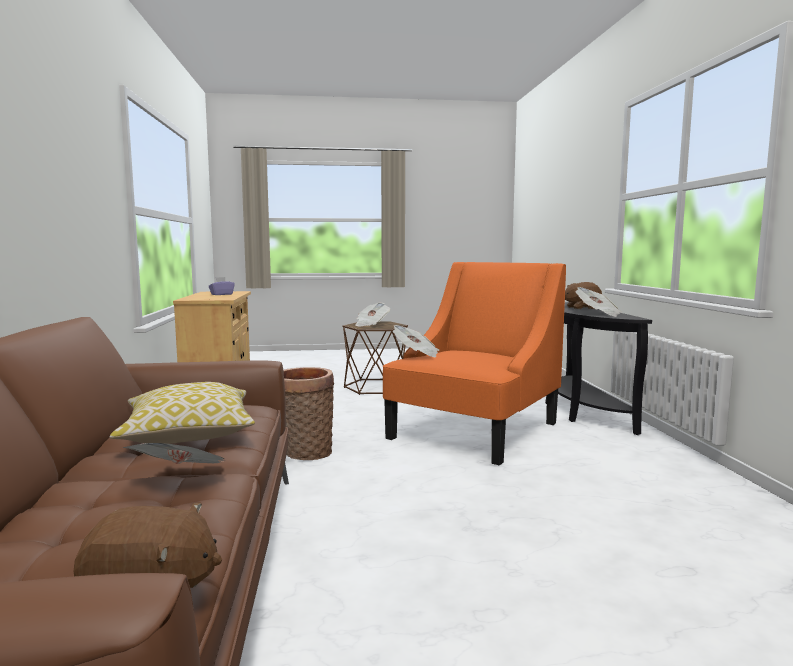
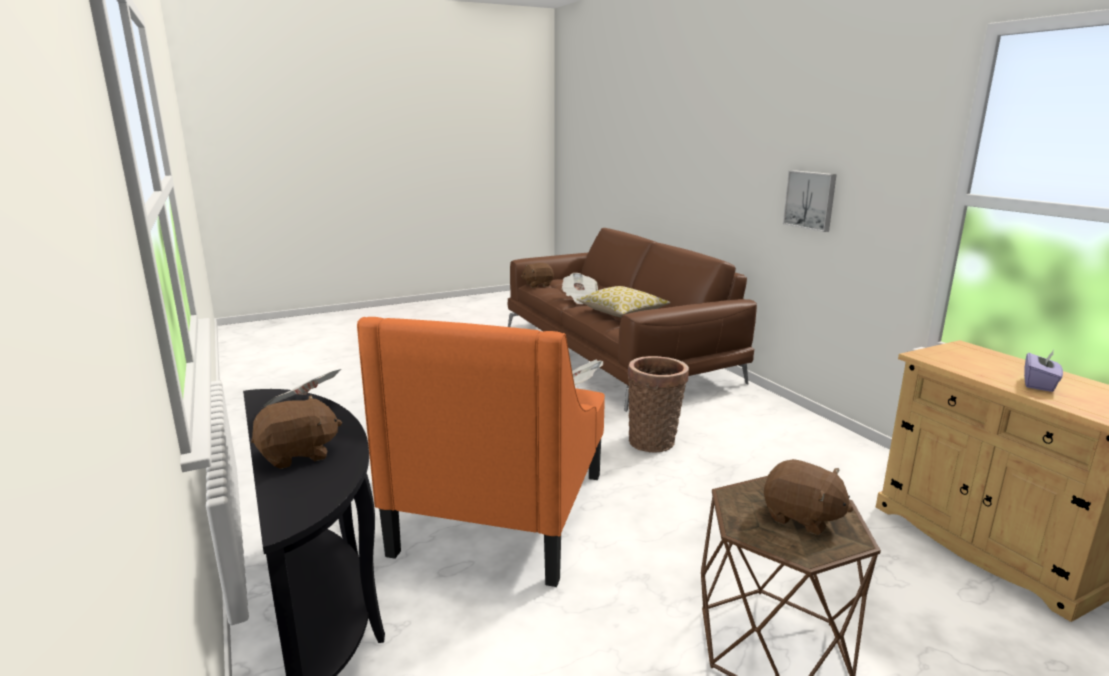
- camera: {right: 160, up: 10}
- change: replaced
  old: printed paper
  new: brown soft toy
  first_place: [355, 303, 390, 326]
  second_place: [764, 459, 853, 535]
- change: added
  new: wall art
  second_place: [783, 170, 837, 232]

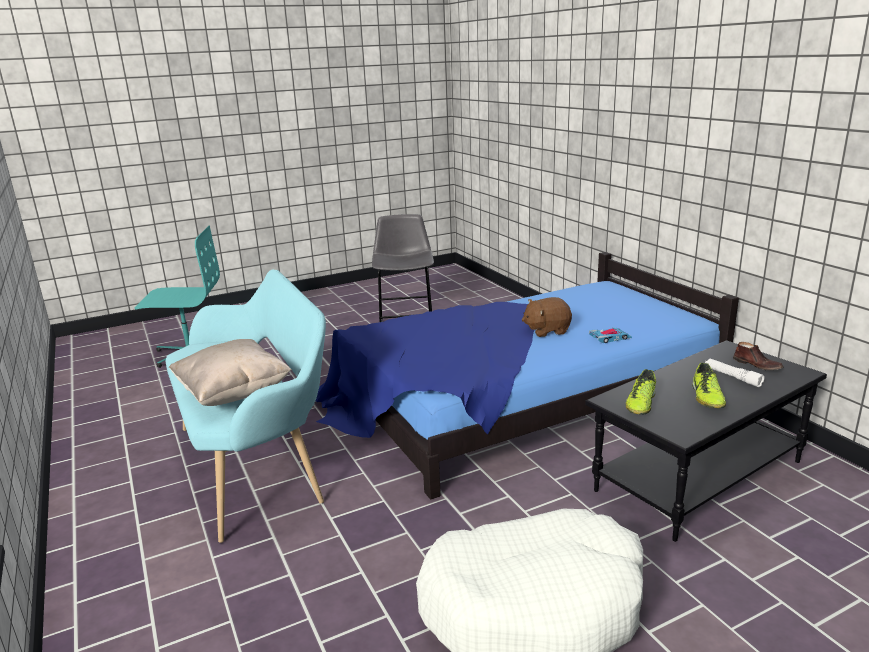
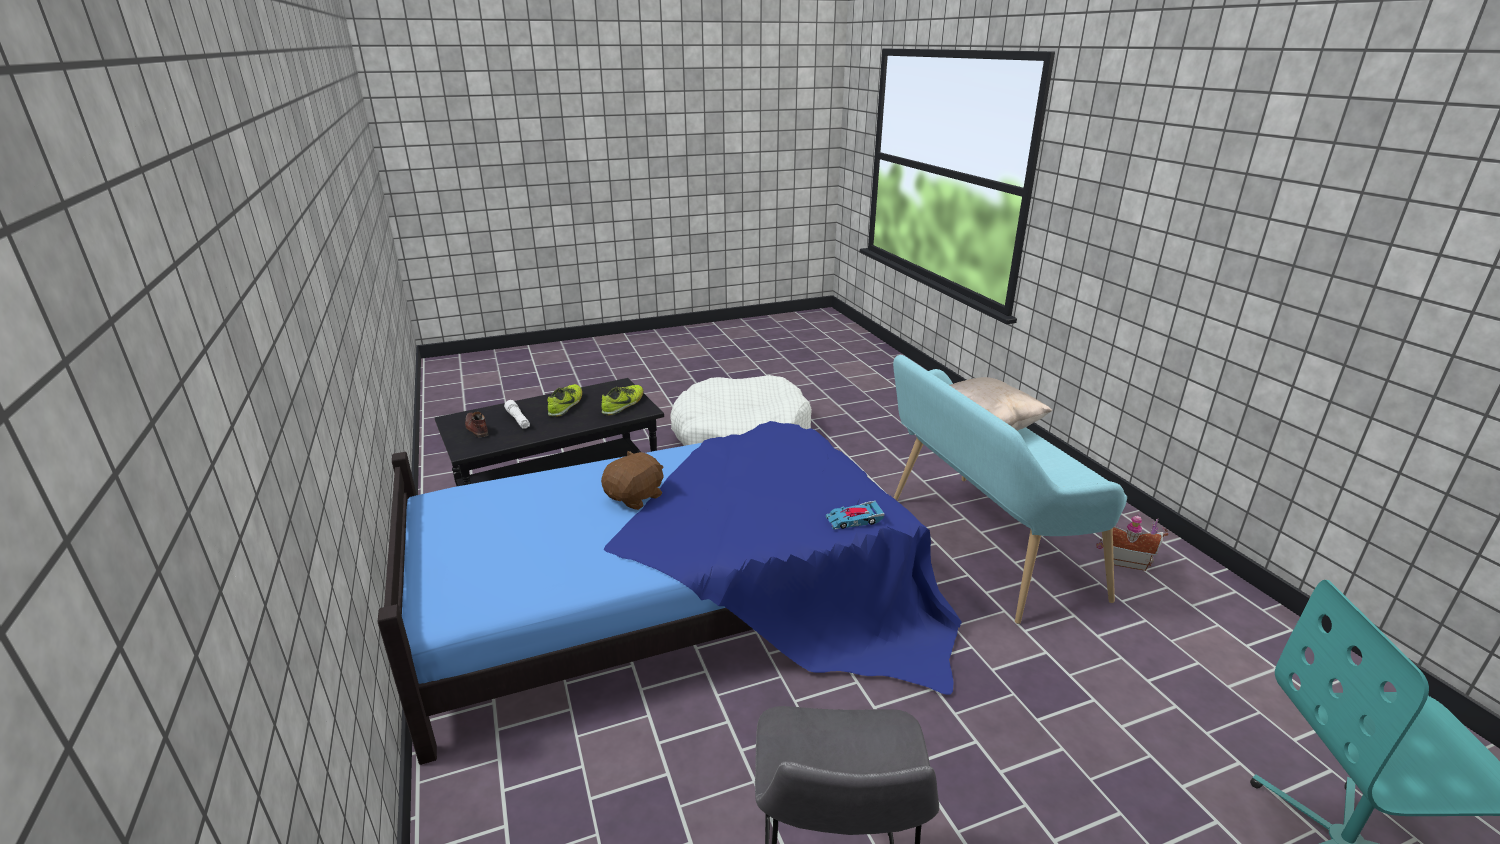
- camera: {right: -175, up: 5}
- change: turned
  old: brown soft toy
  first_place: [522, 297, 572, 337]
  second_place: [601, 451, 664, 510]
  degrees: -45
- change: moved
  old: toy car
  first_place: [589, 327, 632, 343]
  second_place: [826, 501, 884, 530]
- change: added
  new: miniature house
  second_place: [1097, 513, 1168, 571]

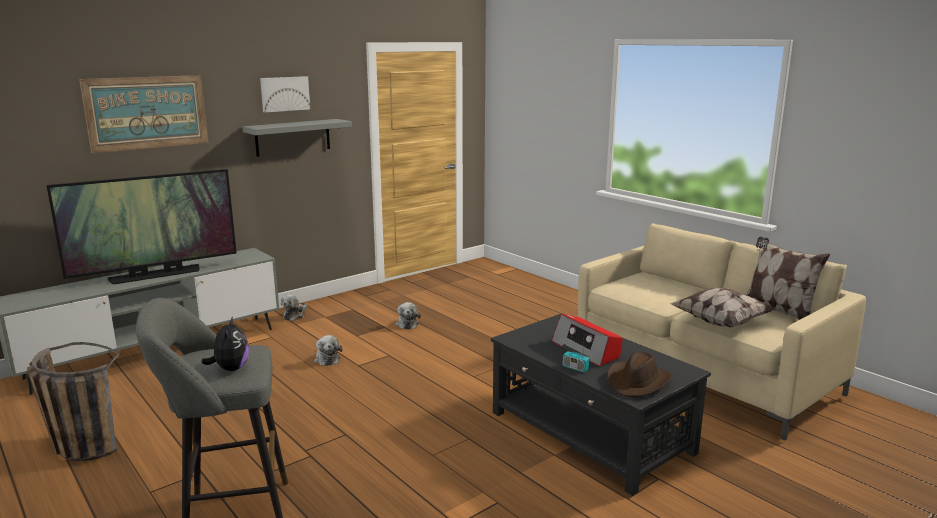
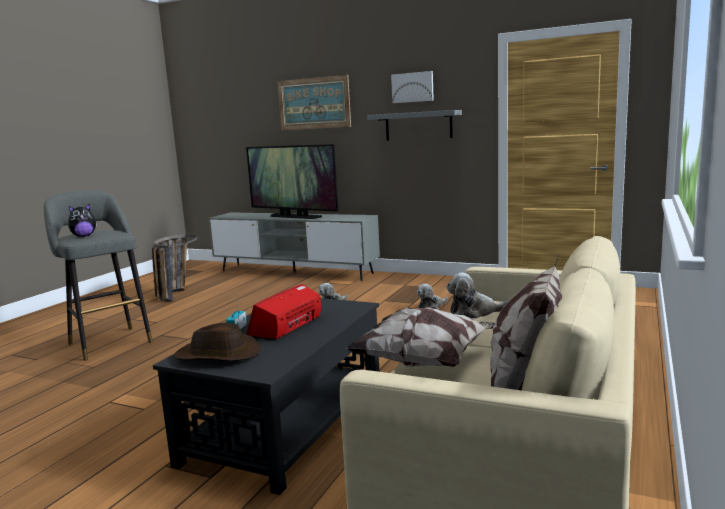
- camera: {right: 65, up: -5}
- change: moved
  old: soft toy
  first_place: [281, 294, 308, 321]
  second_place: [446, 273, 509, 319]

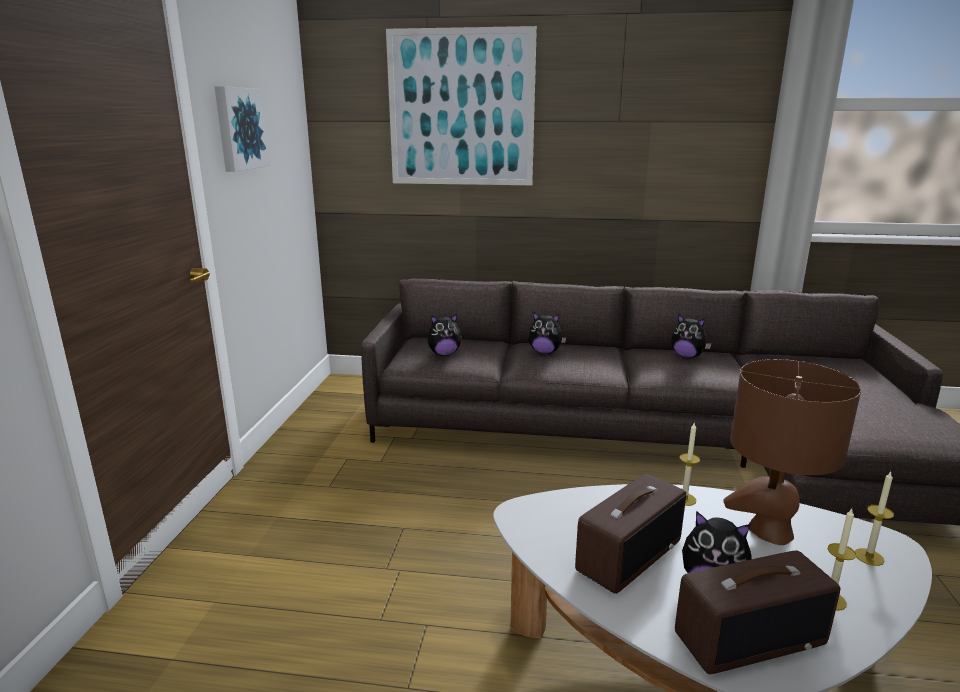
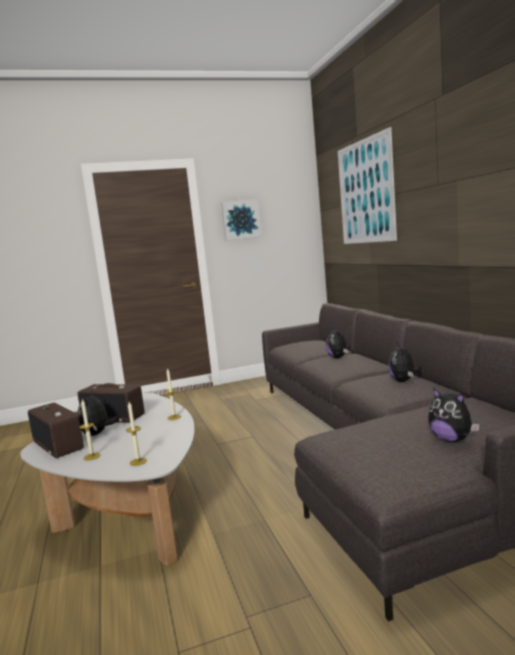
- camera: {right: 65, up: -10}
- change: moved
  old: soft toy
  first_place: [428, 314, 462, 356]
  second_place: [428, 388, 480, 442]
- change: removed
  old: brown lamp for a table
  first_place: [723, 359, 861, 545]

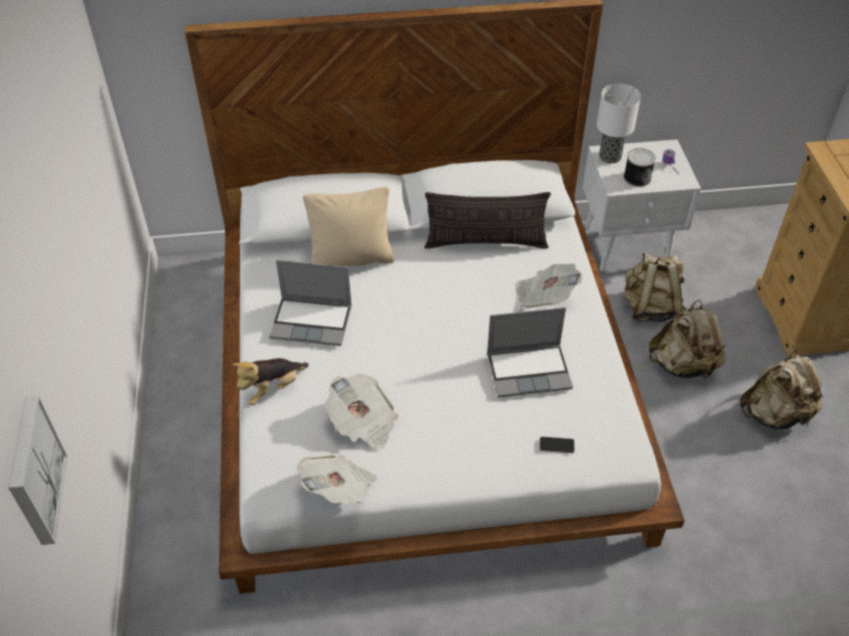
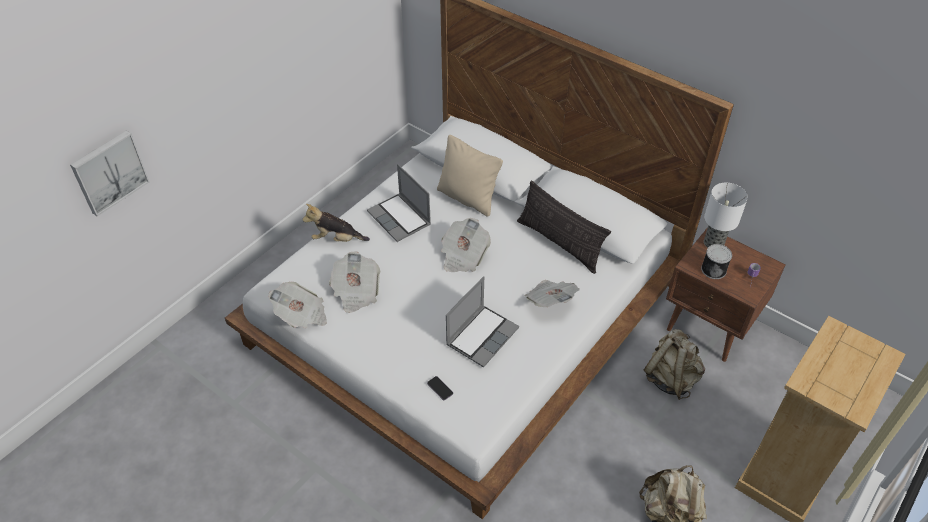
- camera: {right: 45, up: 0}
- change: recoloured
  old: white-coloured bedside table
  new: brown bedside table
  first_place: [583, 139, 701, 271]
  second_place: [666, 227, 786, 362]
- change: removed
  old: sand-coloured rucksack
  first_place: [649, 300, 726, 381]
- change: turned
  old: notebook computer
  first_place: [487, 307, 573, 397]
  second_place: [446, 276, 519, 368]
  degrees: -90
- change: added
  new: printed paper
  second_place: [441, 218, 491, 272]

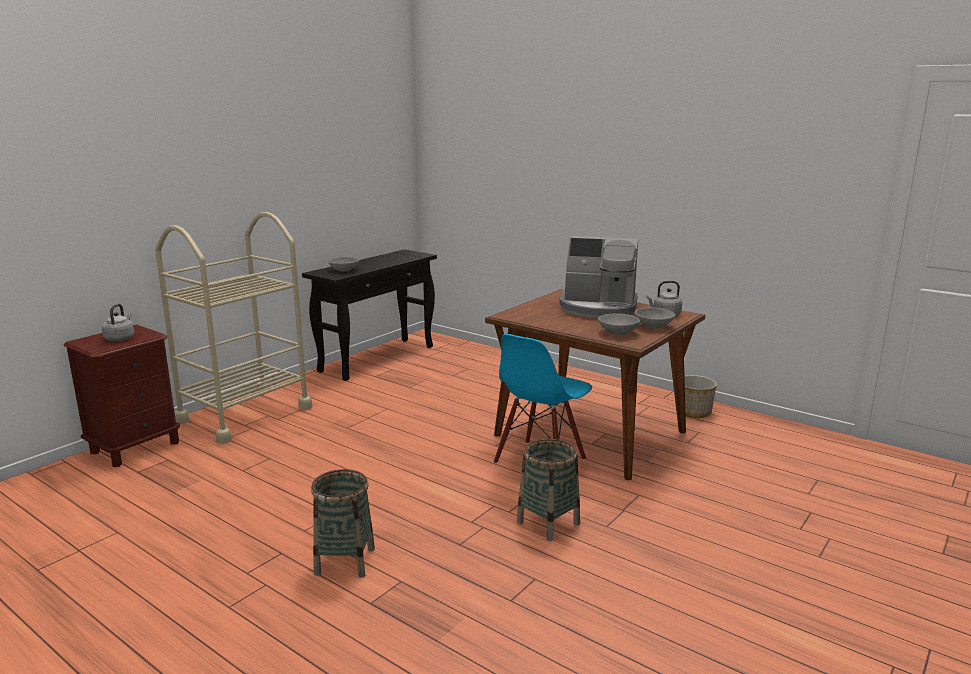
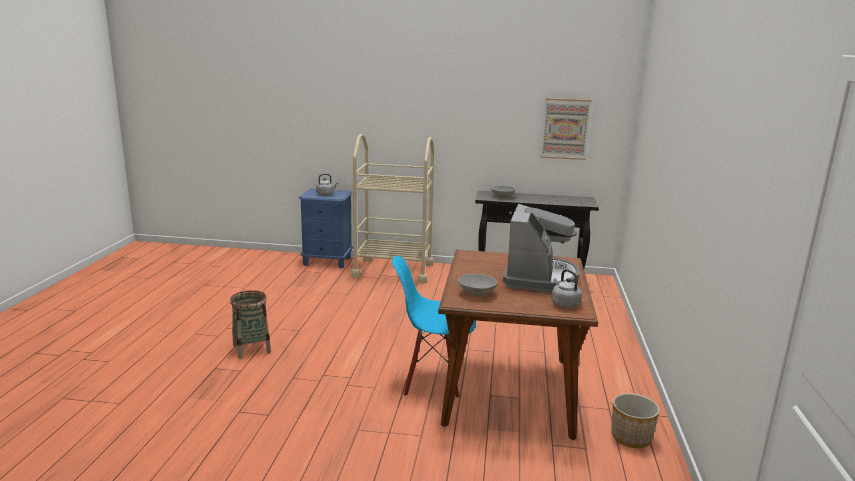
- camera: {right: 60, up: 0}
- change: turned
  old: coffee maker
  first_place: [559, 236, 638, 318]
  second_place: [503, 204, 579, 292]
  degrees: -150
- change: removed
  old: grey bowl
  first_place: [635, 308, 675, 329]
- change: recoloured
  old: brown bedside table
  new: bluish bedside table
  first_place: [64, 324, 180, 467]
  second_place: [299, 189, 353, 268]
- change: removed
  old: storage basket
  first_place: [517, 439, 580, 541]
- change: added
  new: wall art
  second_place: [540, 98, 592, 160]

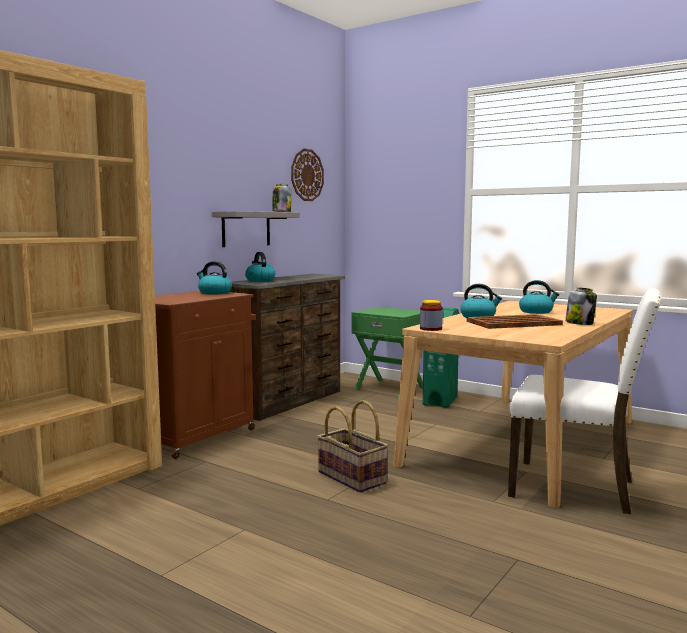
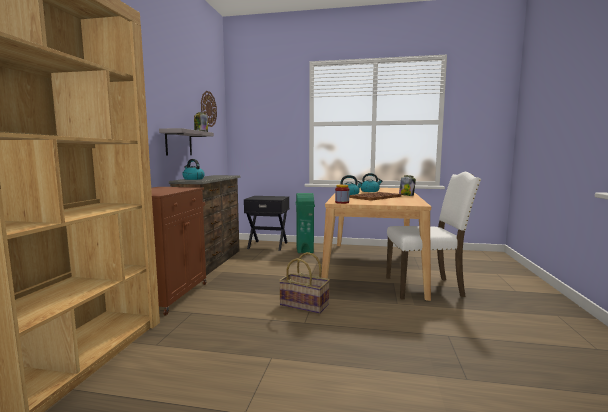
- camera: {right: -25, up: 0}
- change: removed
  old: water kettle
  first_place: [197, 261, 232, 295]
- change: recoloured
  old: green bedside table
  new: black bedside table
  first_place: [351, 307, 423, 398]
  second_place: [244, 196, 289, 251]

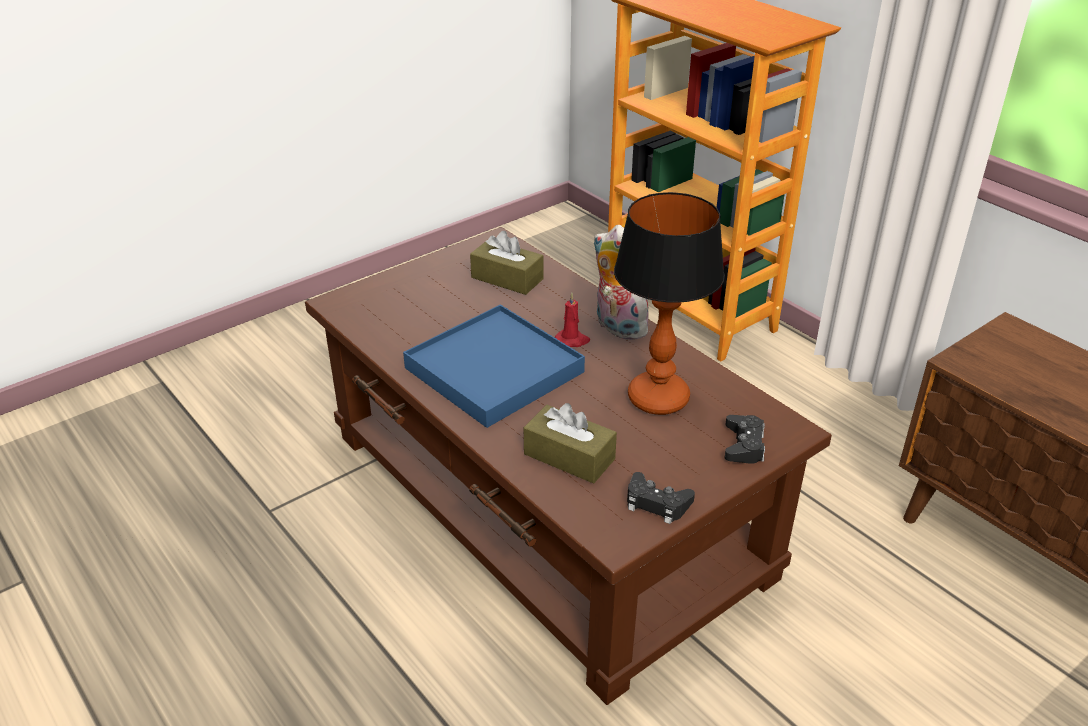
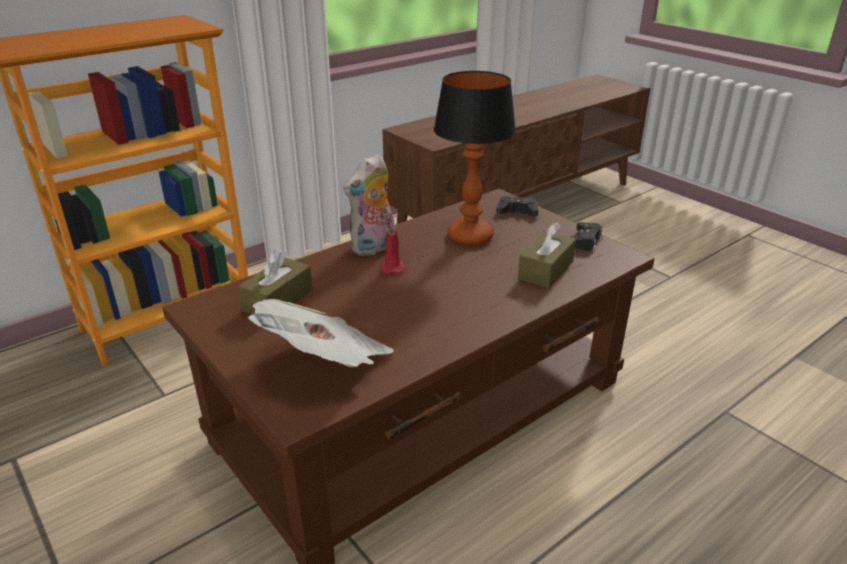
- camera: {right: -90, up: -5}
- change: removed
  old: bluish carrying tray
  first_place: [403, 305, 585, 428]
- change: added
  new: printed paper
  second_place: [248, 299, 394, 368]

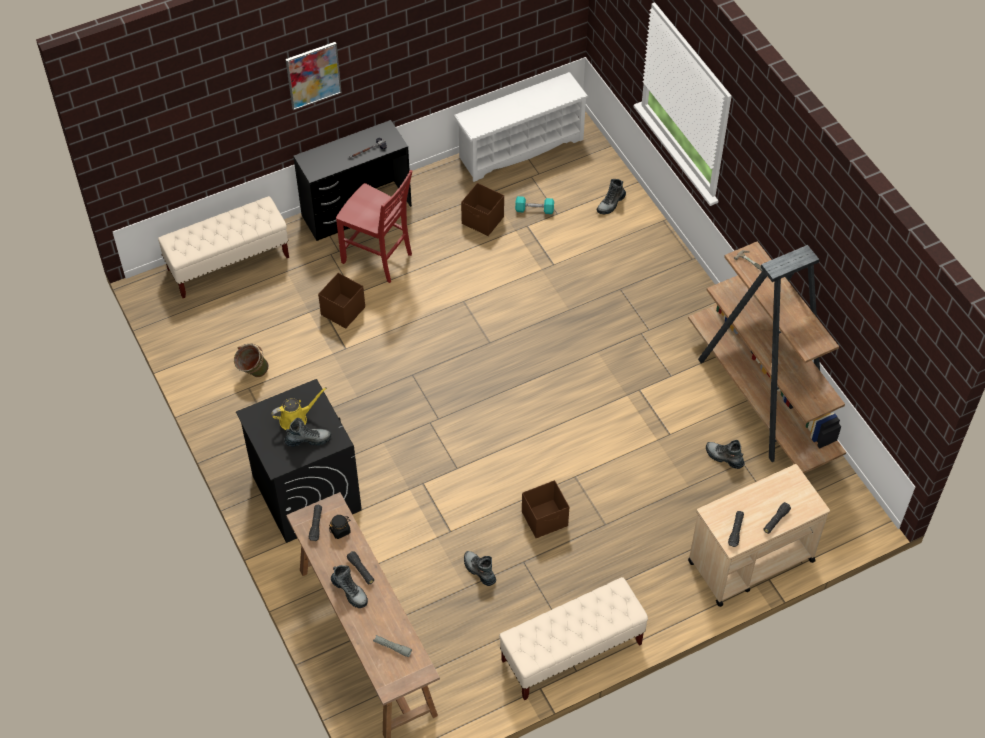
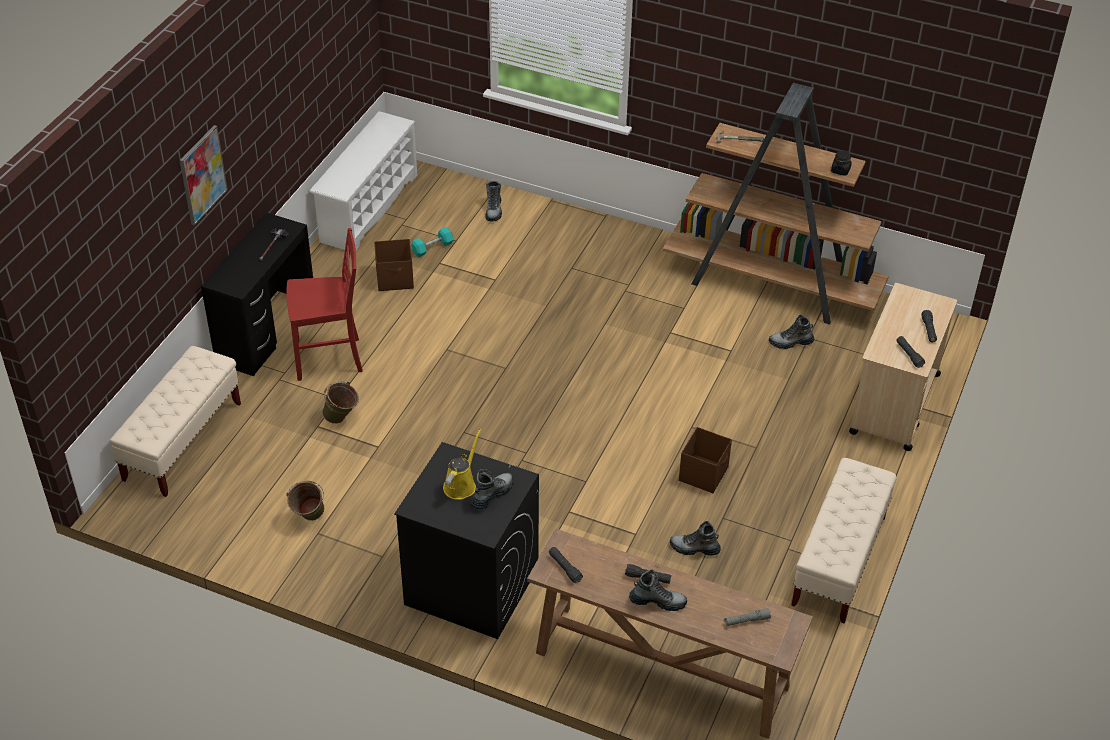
- camera: {right: -40, up: -10}
- change: replaced
  old: brown storage container
  new: green water bucket
  first_place: [318, 273, 365, 329]
  second_place: [322, 382, 359, 424]
- change: moved
  old: black storage jar
  first_place: [329, 515, 351, 539]
  second_place: [831, 150, 852, 176]

